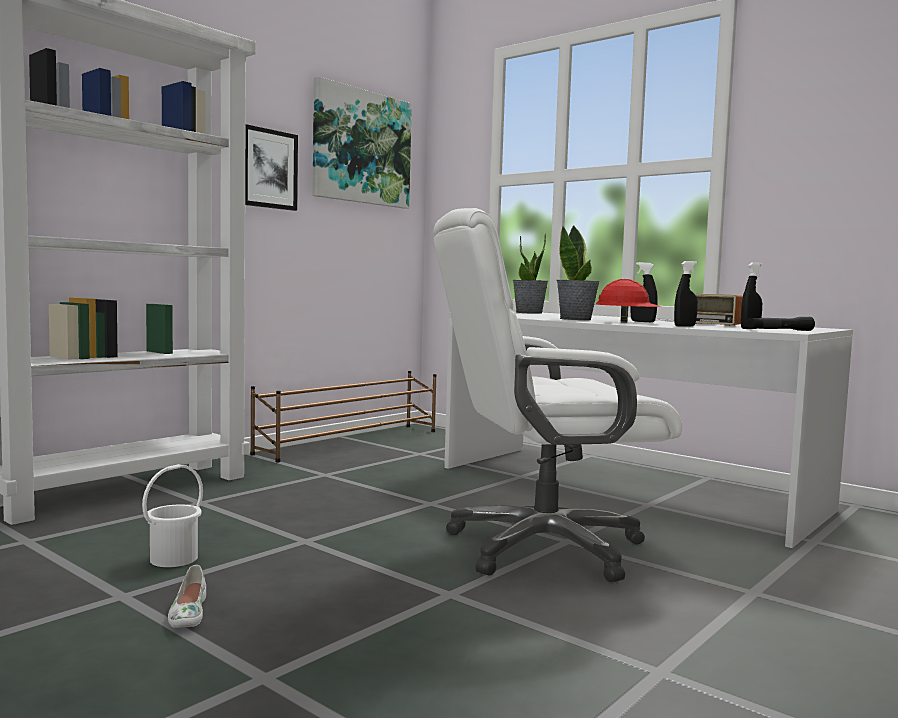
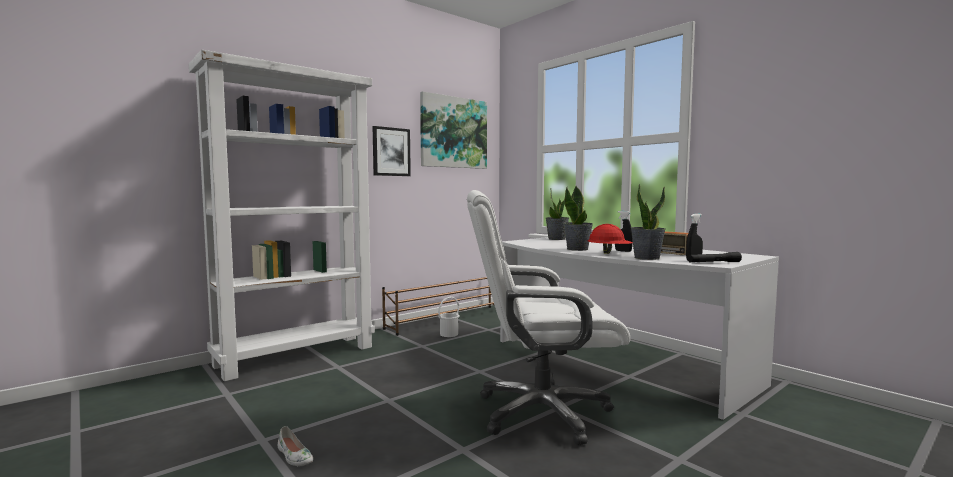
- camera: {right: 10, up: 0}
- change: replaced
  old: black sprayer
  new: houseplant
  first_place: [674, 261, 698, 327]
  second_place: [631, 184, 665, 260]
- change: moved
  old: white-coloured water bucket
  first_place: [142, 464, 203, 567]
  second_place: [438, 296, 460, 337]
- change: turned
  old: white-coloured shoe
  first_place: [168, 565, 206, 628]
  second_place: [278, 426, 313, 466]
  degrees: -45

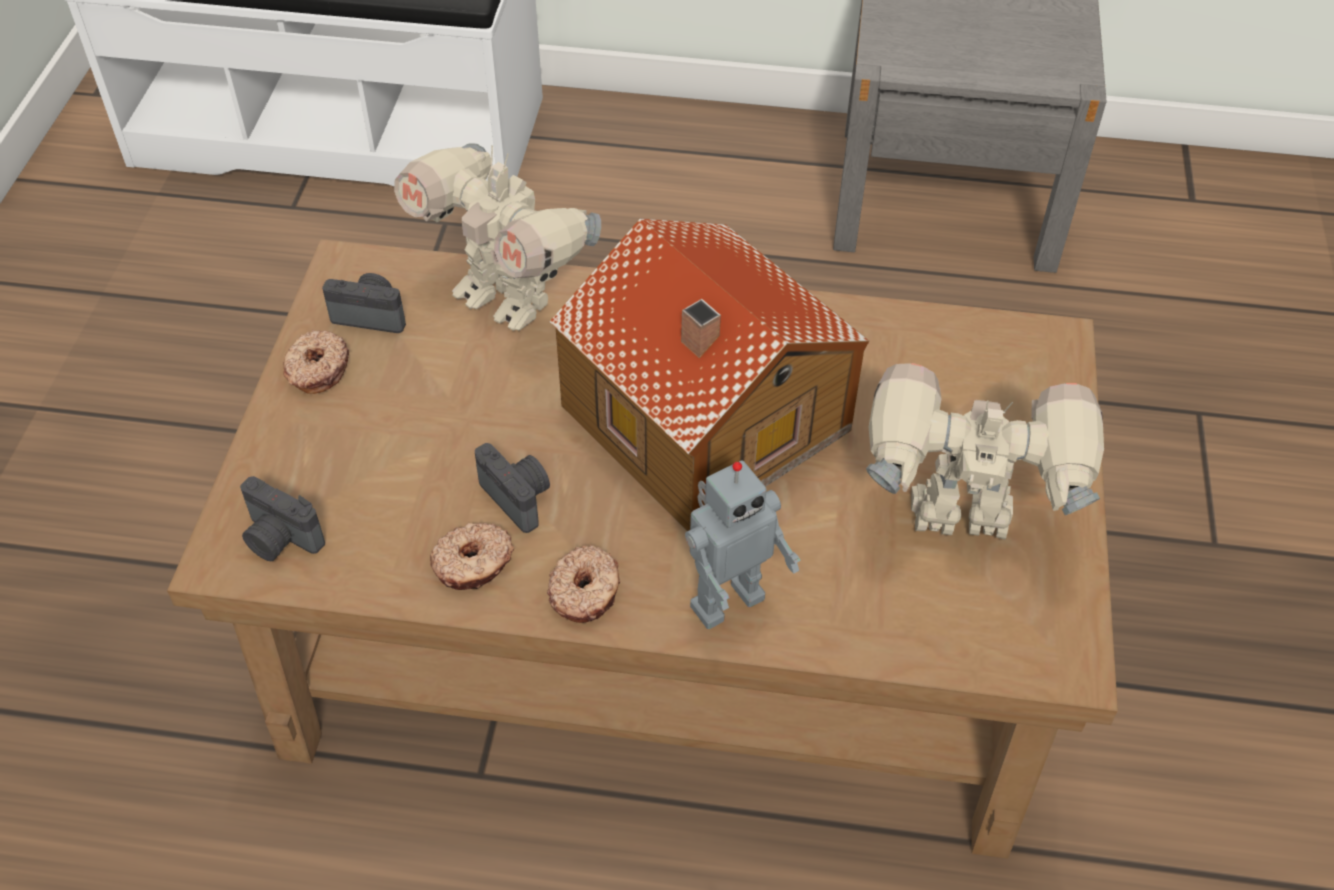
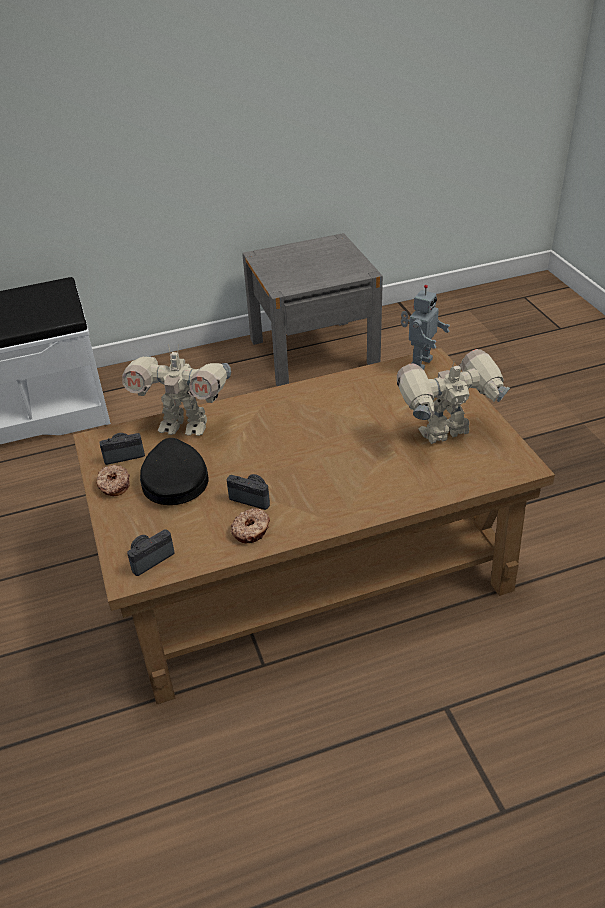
- camera: {right: -25, up: -10}
- change: removed
  old: miniature house
  first_place: [549, 219, 869, 531]
- change: moved
  old: model robot
  first_place: [685, 460, 801, 629]
  second_place: [401, 285, 450, 370]
- change: turned
  old: still camera
  first_place: [240, 476, 325, 561]
  second_place: [127, 529, 174, 576]
  degrees: 135
- change: removed
  old: ring doughnut
  first_place: [547, 545, 620, 623]
- change: added
  new: black baseball cap
  second_place: [140, 438, 208, 505]

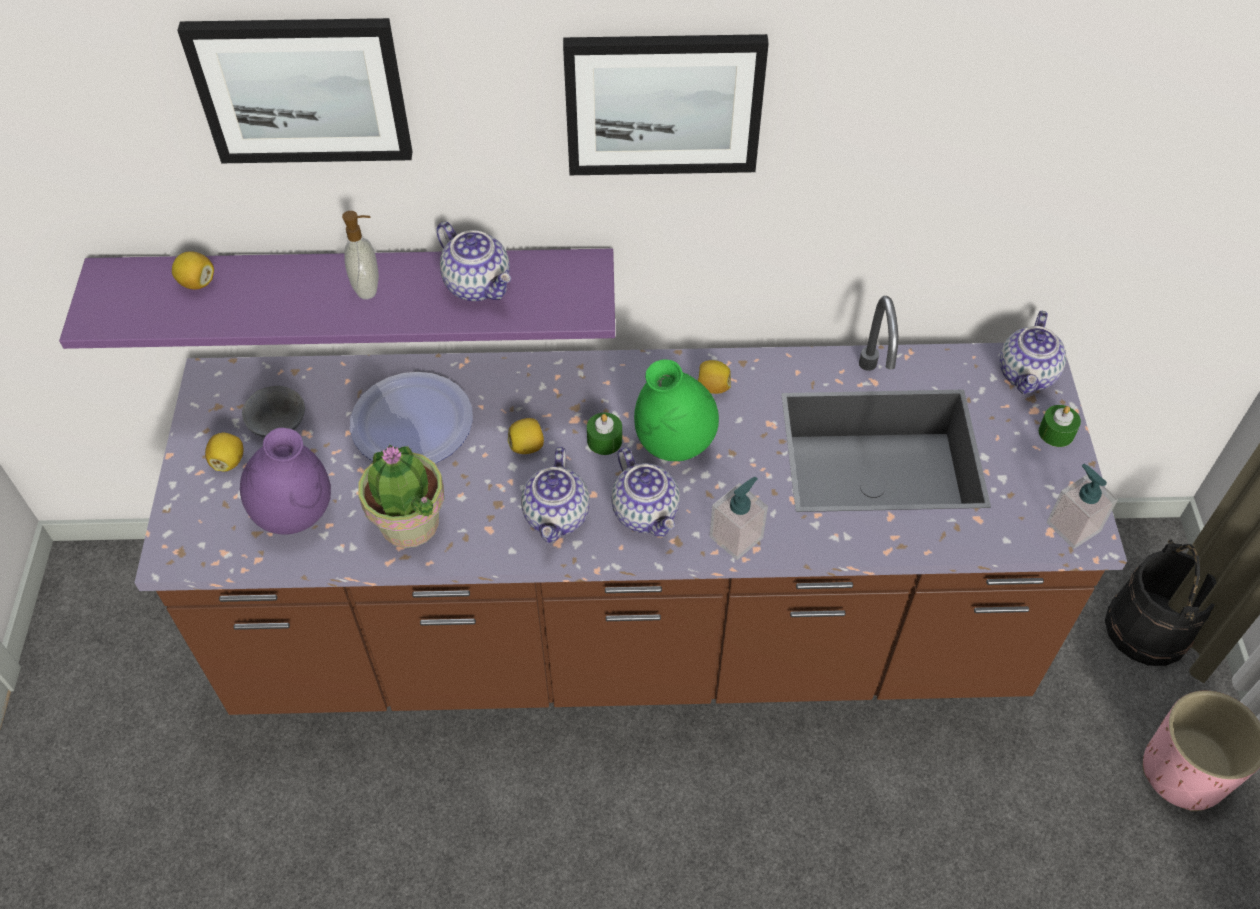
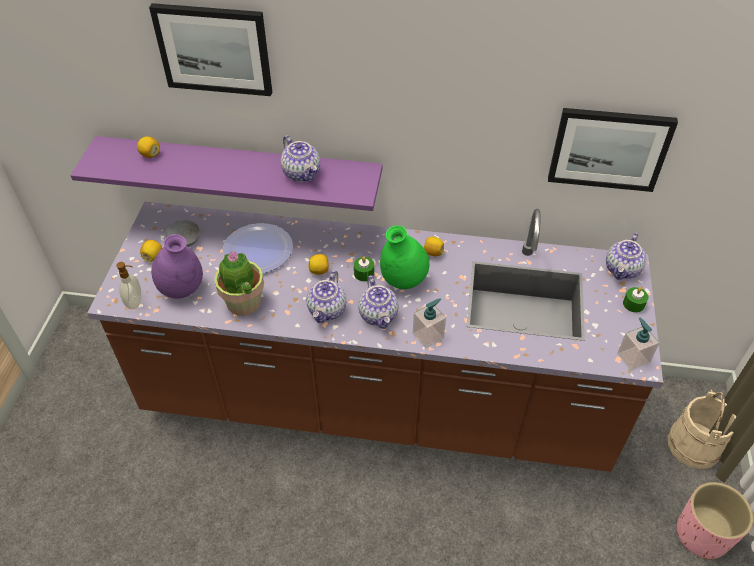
- camera: {right: 10, up: -5}
- change: moved
  old: wall art
  first_place: [563, 34, 769, 175]
  second_place: [548, 108, 678, 192]
- change: moved
  old: soap dispenser
  first_place: [342, 211, 379, 300]
  second_place: [116, 262, 141, 310]
- change: recoloured
  old: black water bucket
  new: sand-coloured water bucket
  first_place: [1105, 539, 1217, 666]
  second_place: [667, 390, 736, 469]

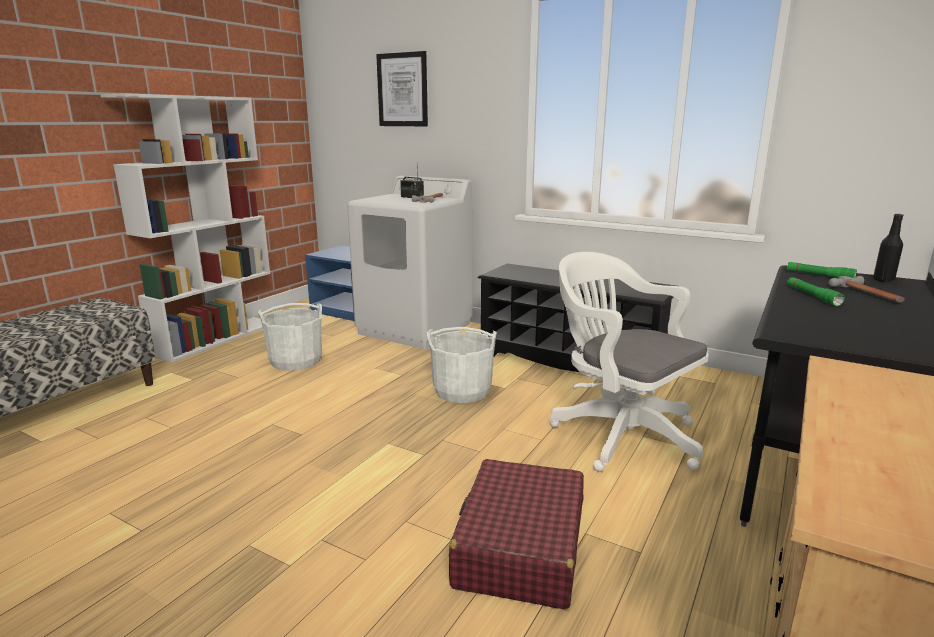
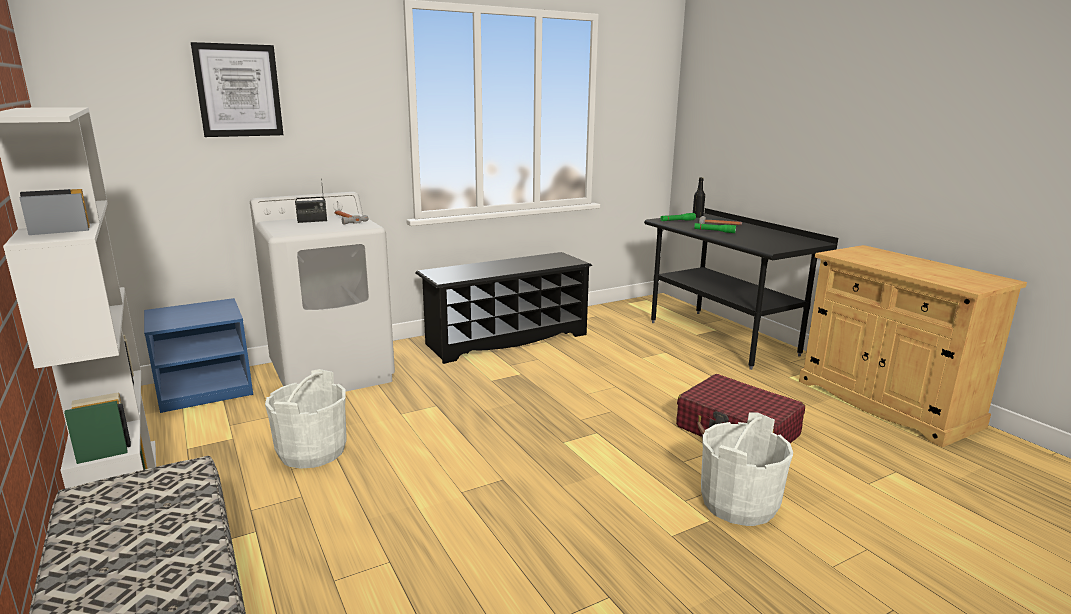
- camera: {right: -60, up: 0}
- change: removed
  old: white-coloured computer chair
  first_place: [550, 252, 709, 472]
- change: moved
  old: white-coloured water bucket
  first_place: [427, 327, 497, 403]
  second_place: [701, 412, 793, 526]

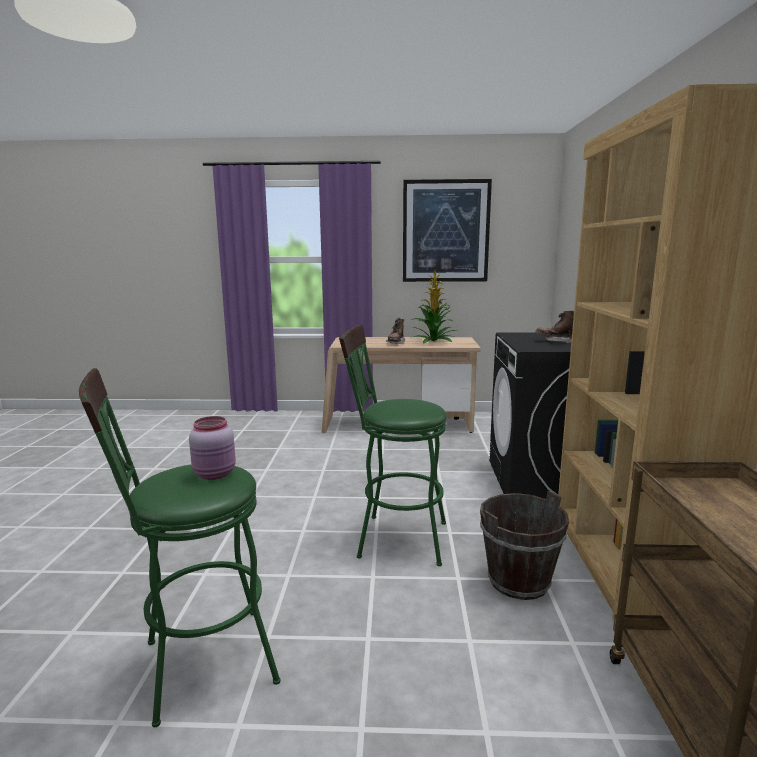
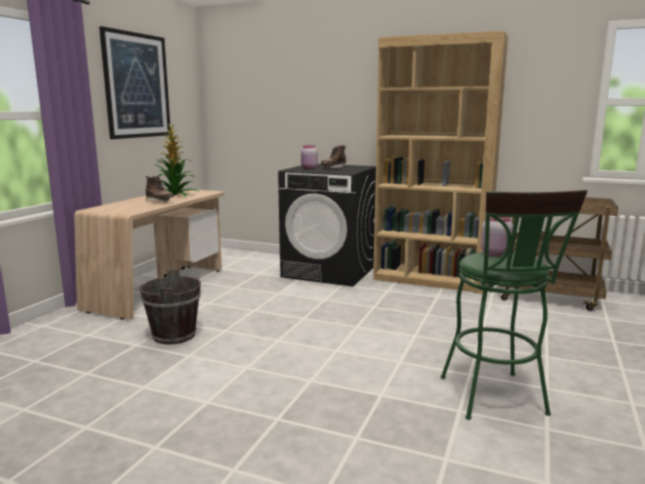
- camera: {right: -70, up: 0}
- change: removed
  old: green stool seat
  first_place: [339, 324, 447, 566]
- change: moved
  old: brown water bucket
  first_place: [480, 491, 569, 600]
  second_place: [140, 270, 201, 345]
- change: added
  new: pinkish storage jar
  second_place: [301, 145, 318, 169]

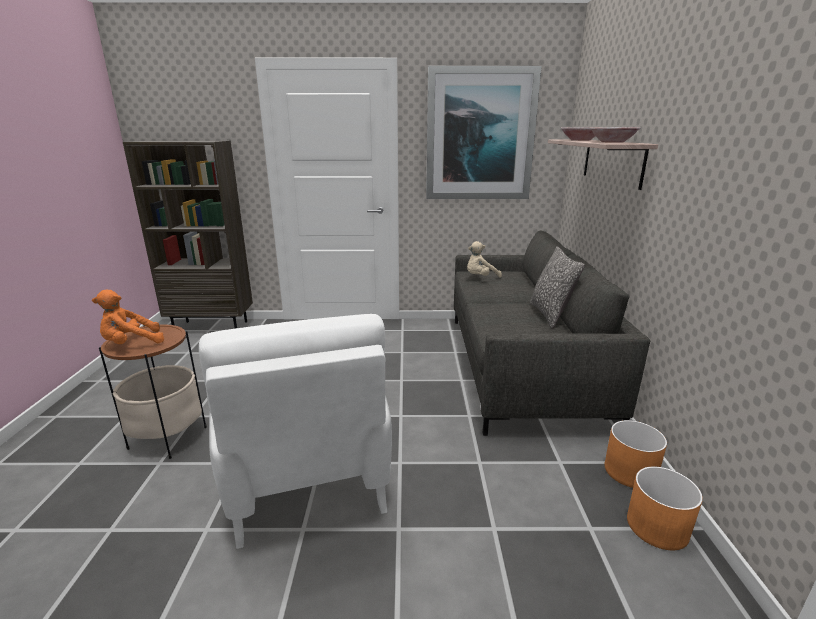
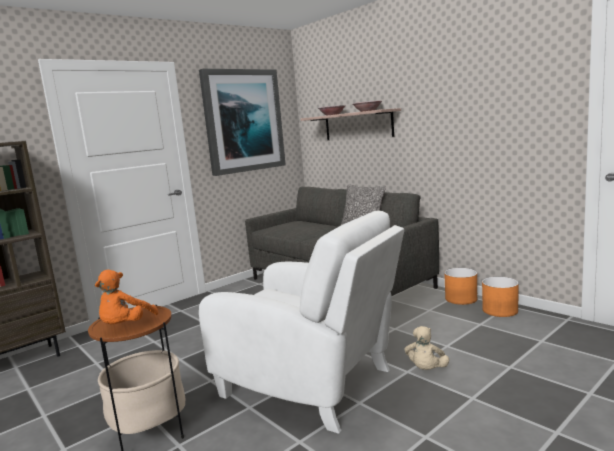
- camera: {right: -40, up: -10}
- change: moved
  old: sand-coloured soft toy
  first_place: [467, 241, 502, 278]
  second_place: [405, 326, 449, 370]

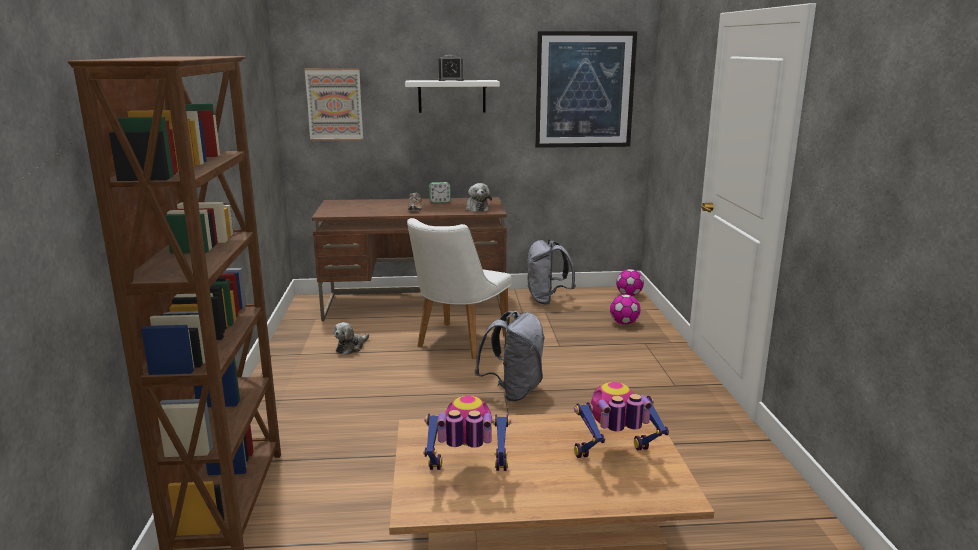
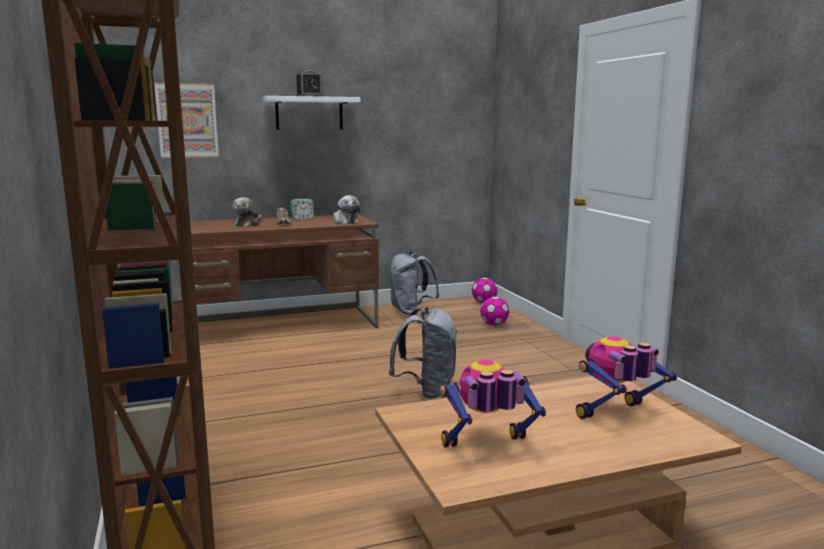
- camera: {right: -15, up: -5}
- change: removed
  old: wall art
  first_place: [535, 31, 637, 148]
- change: removed
  old: white-coloured plain chair
  first_place: [407, 218, 511, 359]
- change: moved
  old: soft toy
  first_place: [333, 322, 369, 355]
  second_place: [233, 197, 262, 227]

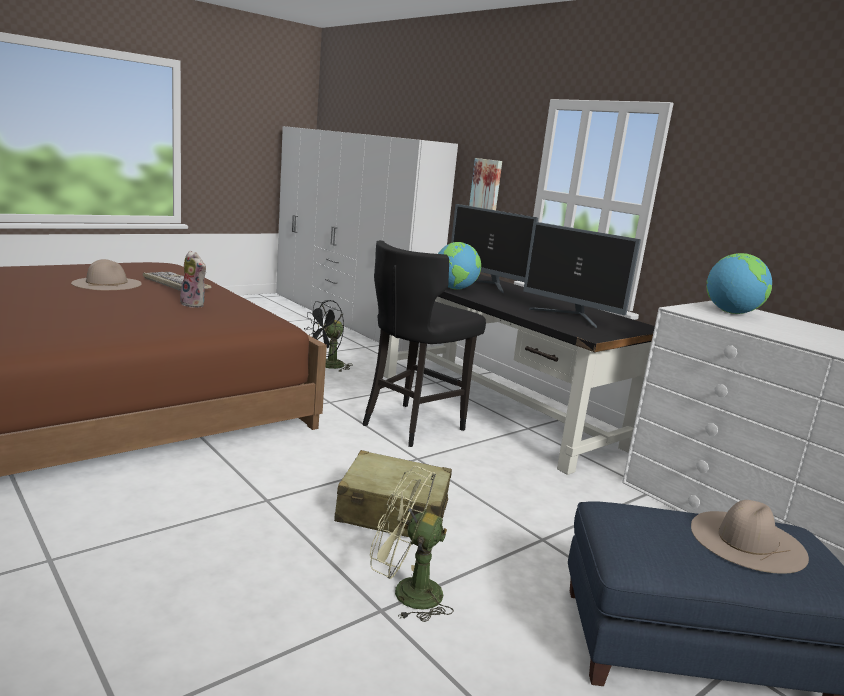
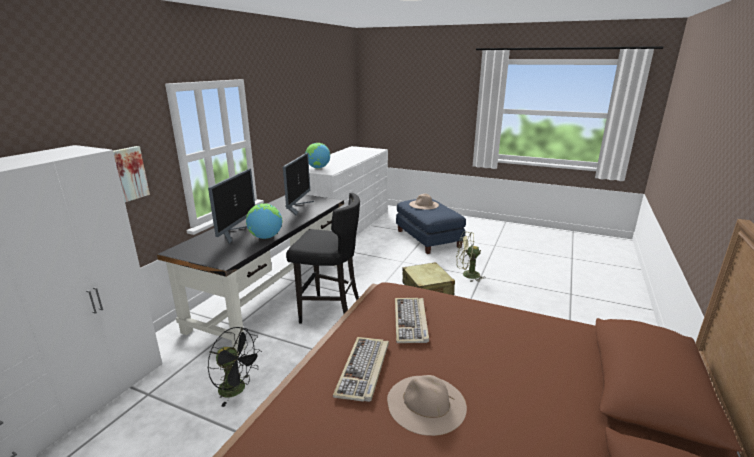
- camera: {right: -115, up: 5}
- change: replaced
  old: soft toy
  new: PC keyboard
  first_place: [180, 251, 206, 308]
  second_place: [395, 298, 429, 343]
- change: turned
  old: green fan
  first_place: [370, 466, 454, 622]
  second_place: [456, 231, 485, 282]
  degrees: 105

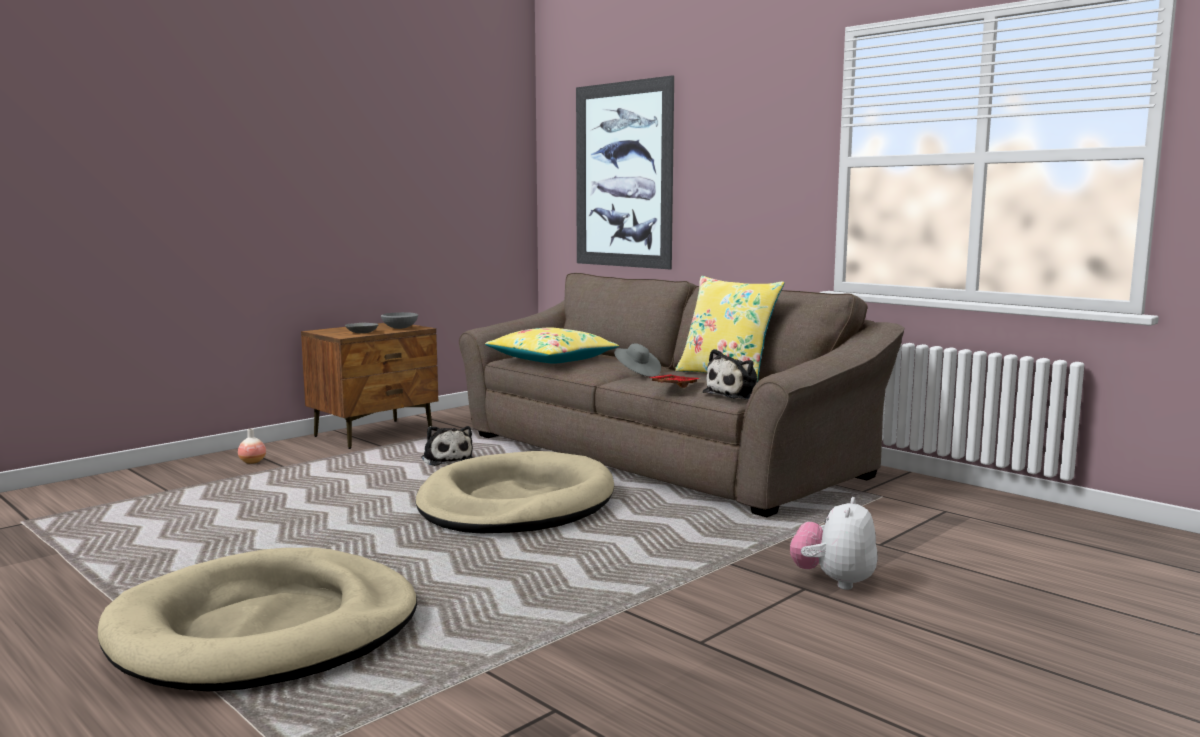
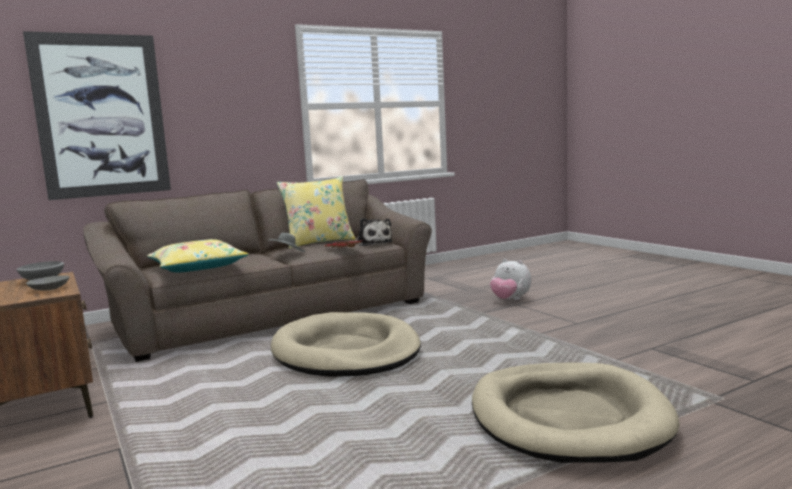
- camera: {right: -75, up: 0}
- change: removed
  old: soft toy
  first_place: [421, 426, 473, 466]
- change: removed
  old: vase
  first_place: [238, 429, 266, 464]

